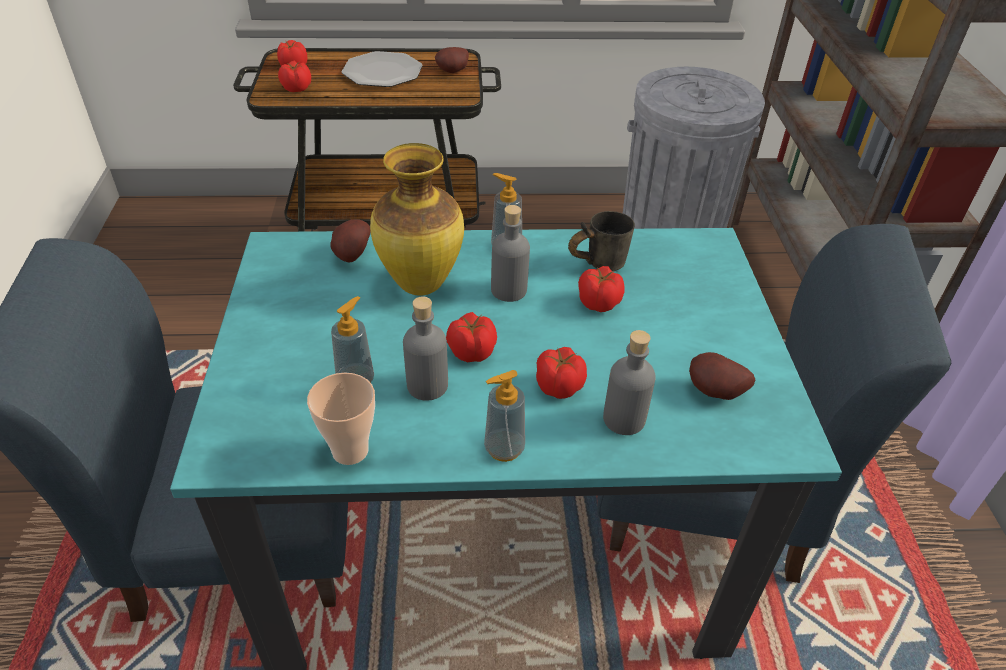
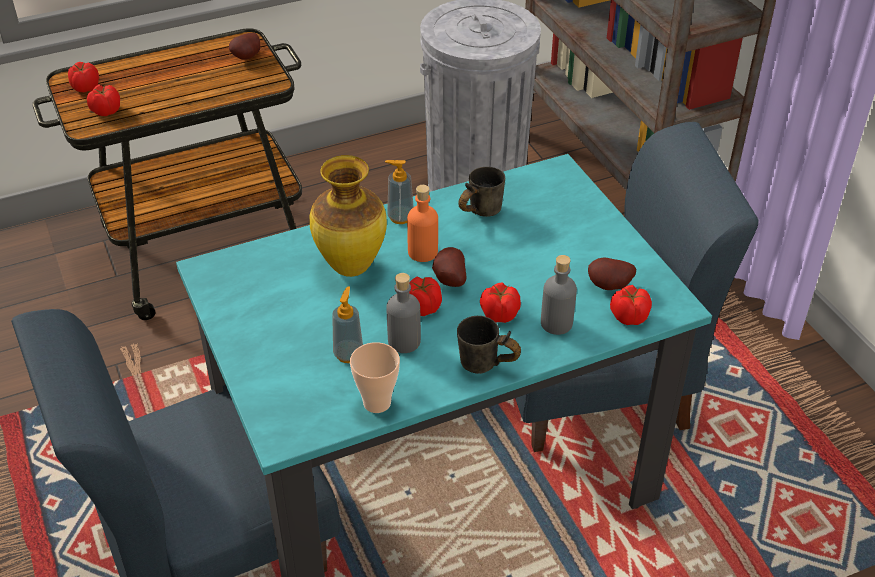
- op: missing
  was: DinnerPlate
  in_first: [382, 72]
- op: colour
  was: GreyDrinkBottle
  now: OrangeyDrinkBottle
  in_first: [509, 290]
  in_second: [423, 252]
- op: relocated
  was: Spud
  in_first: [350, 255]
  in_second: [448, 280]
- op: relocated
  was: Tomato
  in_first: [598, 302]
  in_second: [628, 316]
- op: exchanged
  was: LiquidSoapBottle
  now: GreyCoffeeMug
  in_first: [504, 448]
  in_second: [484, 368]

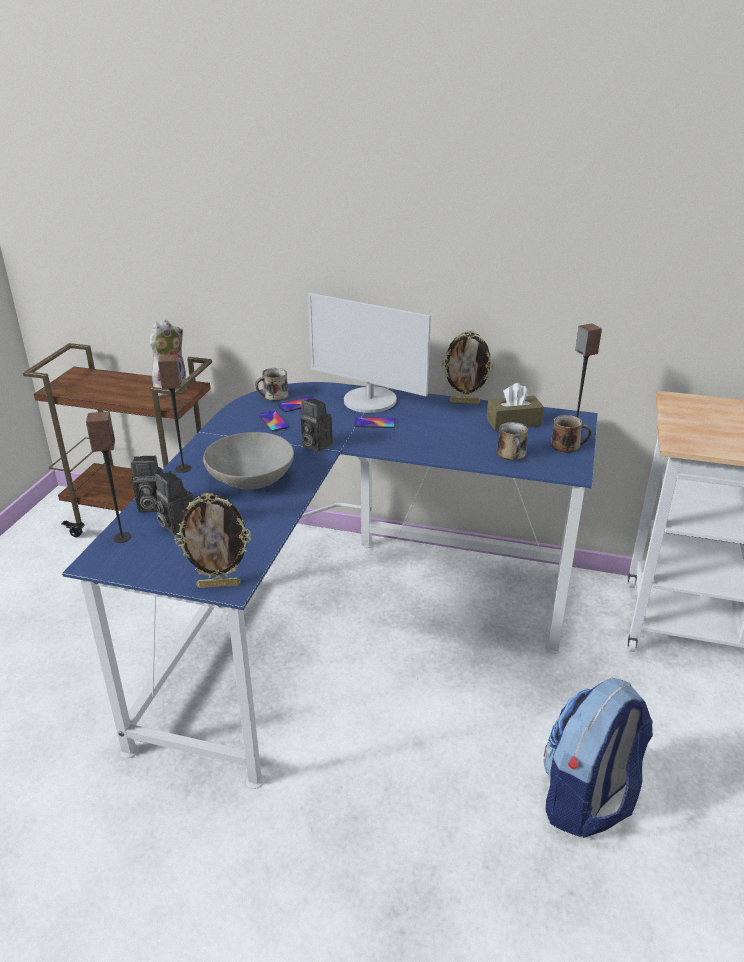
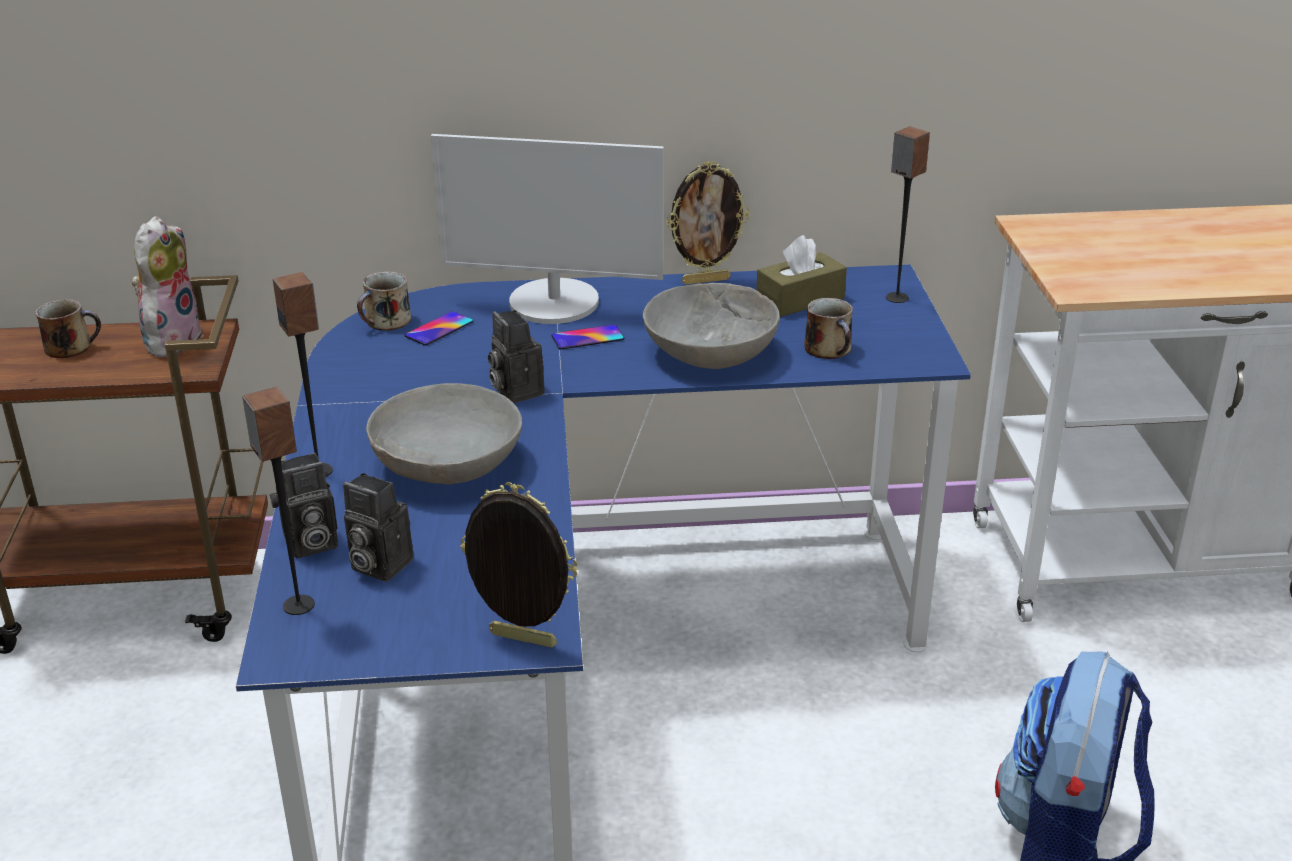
- op: spun
  was: PhotoCamera
  in_first: [314, 445]
  in_second: [515, 390]
  clockwise: 45
- op: missing
  was: Handset
  in_first: [273, 421]
- op: relocated
  was: CoffeeMug
  in_first: [567, 445]
  in_second: [71, 347]
- op: spun
  was: PhotoFrame
  in_first: [219, 585]
  in_second: [521, 641]
  clockwise: -135
- op: appeared
  now: GreyBowl
  in_second: [709, 352]

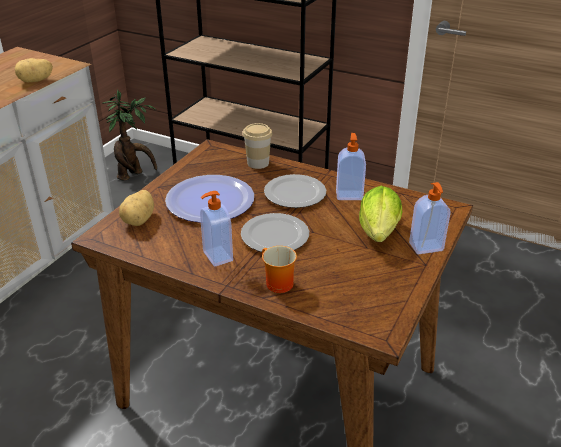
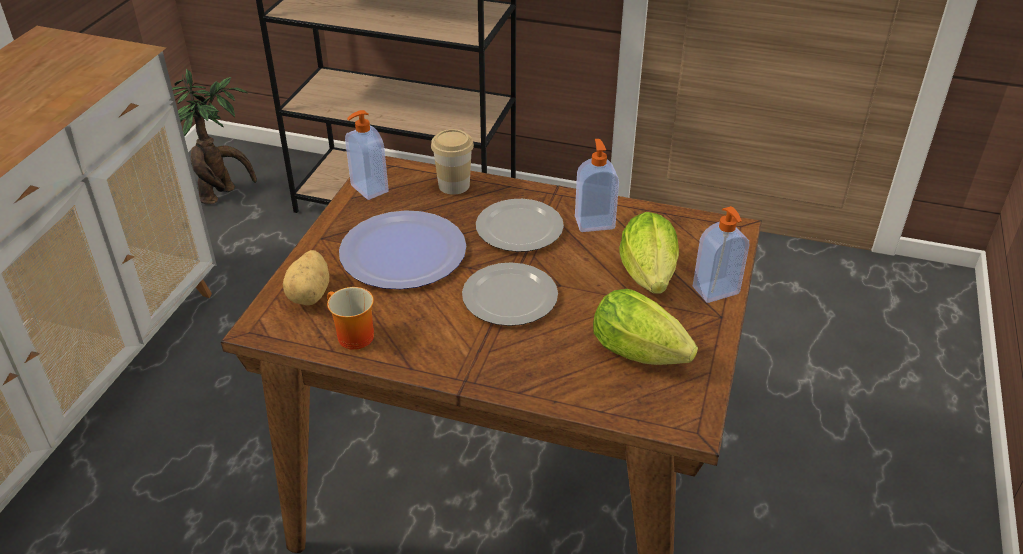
- op: missing
  was: Spud
  in_first: [36, 81]
- op: relocated
  was: LiquidSoapBottle
  in_first: [216, 256]
  in_second: [368, 189]
- op: relocated
  was: CoffeeMug
  in_first: [275, 283]
  in_second: [350, 336]
- op: appeared
  now: Lettuce
  in_second: [644, 355]

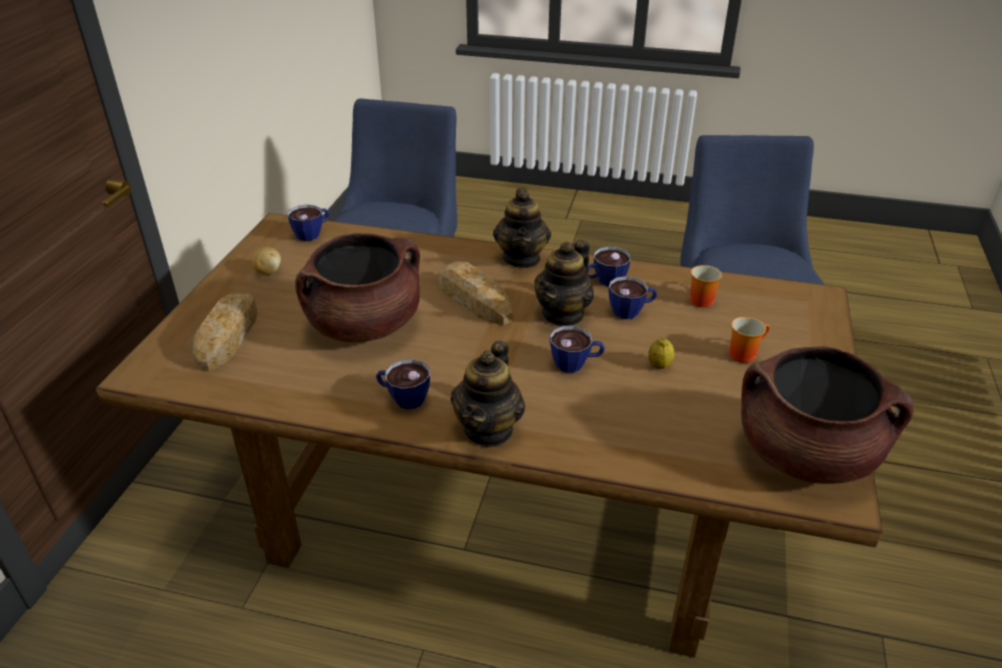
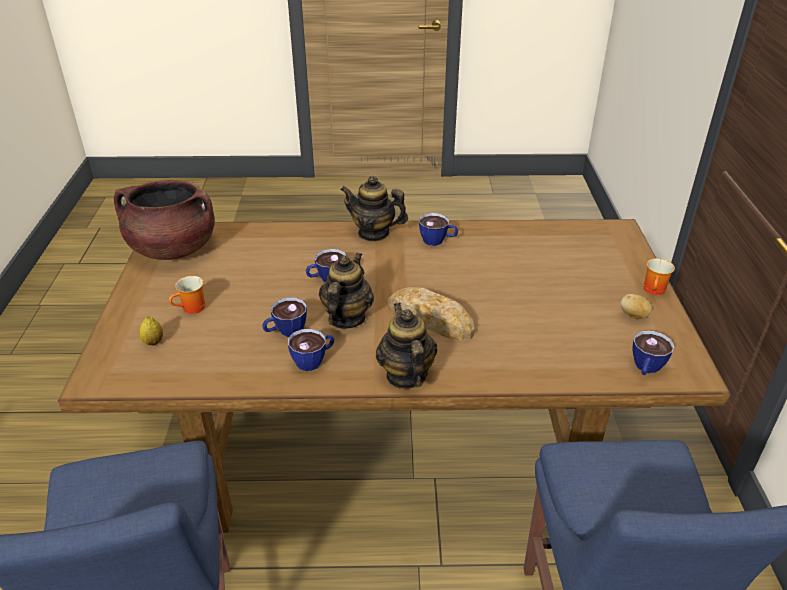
- op: missing
  was: BrownishStockpot
  in_first: [365, 325]
- op: relocated
  was: CoffeeMug
  in_first: [701, 298]
  in_second: [655, 291]
- op: missing
  was: BakedBread
  in_first: [229, 335]
- op: relocated
  was: CitrusFruit
  in_first: [659, 365]
  in_second: [153, 342]
- op: spun
  was: TeaPot
  in_first: [489, 429]
  in_second: [374, 233]
  clockwise: -75

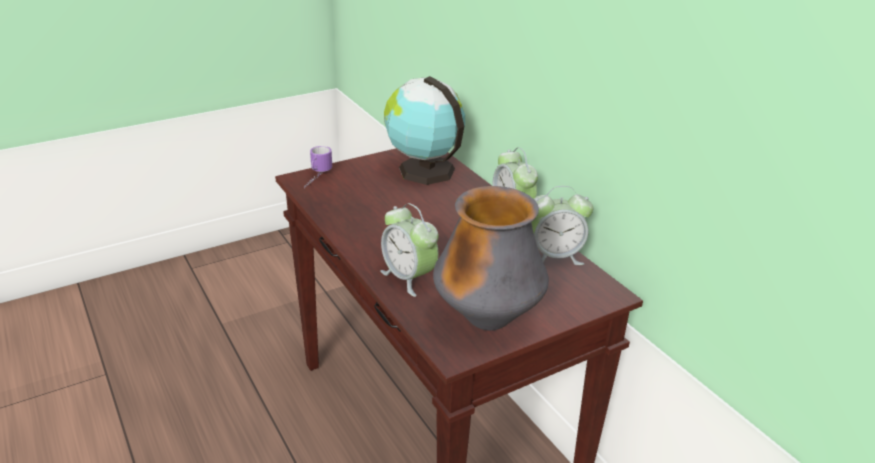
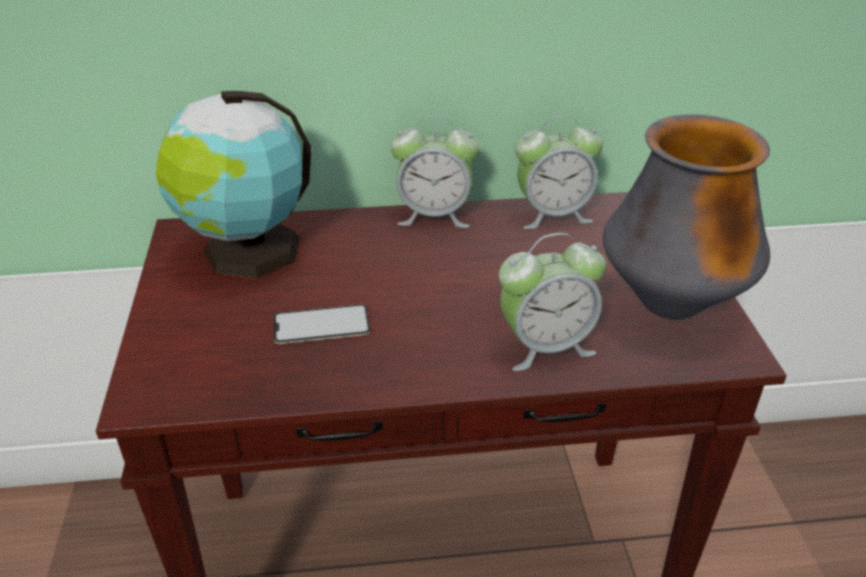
- op: missing
  was: CoffeeMug
  in_first: [315, 178]
- op: spun
  was: BedsideClock
  in_first: [555, 256]
  in_second: [553, 215]
  clockwise: 60
- op: appeared
  now: Handset
  in_second: [321, 325]

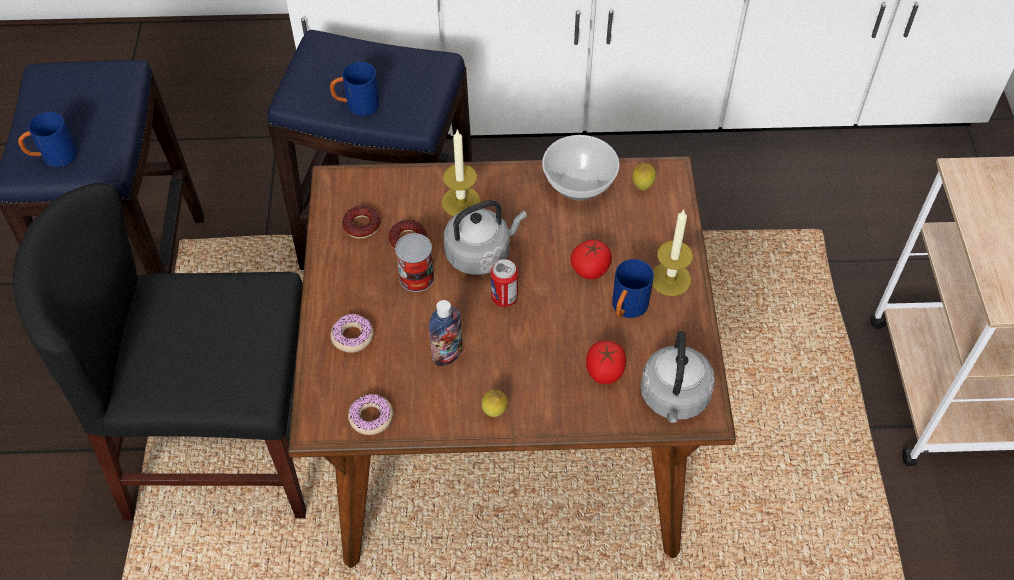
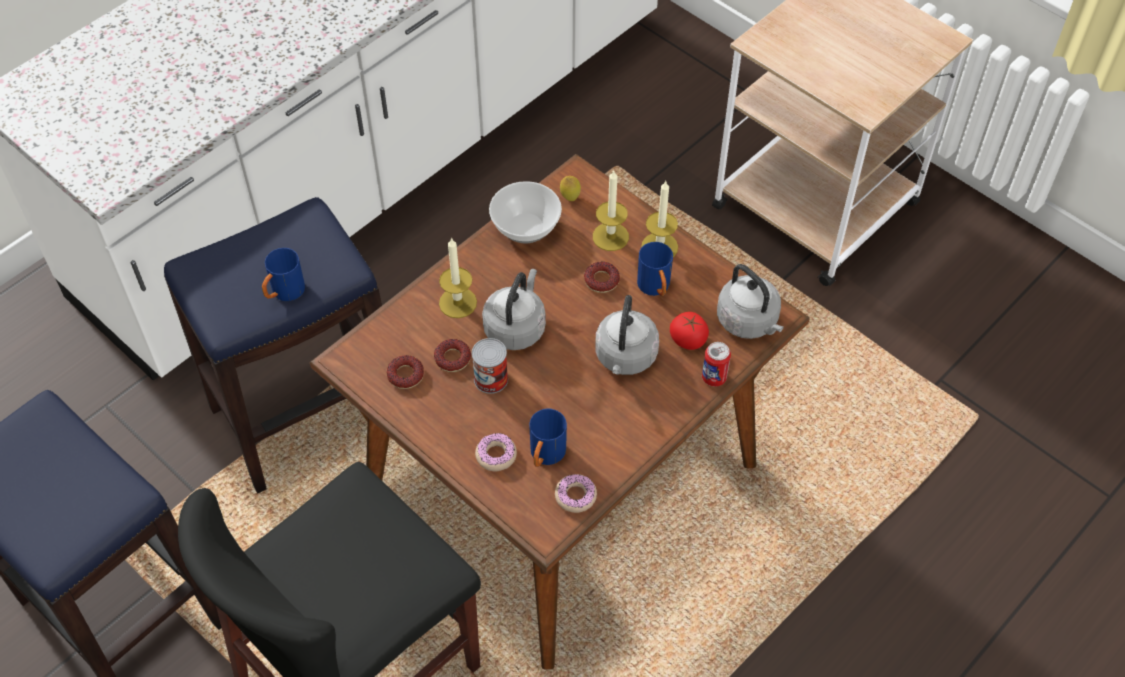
- op: relocated
  was: BlueCoffeeMug
  in_first: [53, 158]
  in_second: [545, 456]
- op: exchanged
  was: Tomato
  now: Doughnut
  in_first: [590, 269]
  in_second: [601, 280]
- op: relocated
  was: Can
  in_first: [504, 298]
  in_second: [714, 377]
- op: missing
  was: DrinkBottle
  in_first: [447, 355]
- op: missing
  was: CitrusFruit
  in_first: [494, 412]
- op: appeared
  now: WaxCandle
  in_second: [610, 236]
- op: appeared
  now: GreyWaterKettle
  in_second: [625, 358]

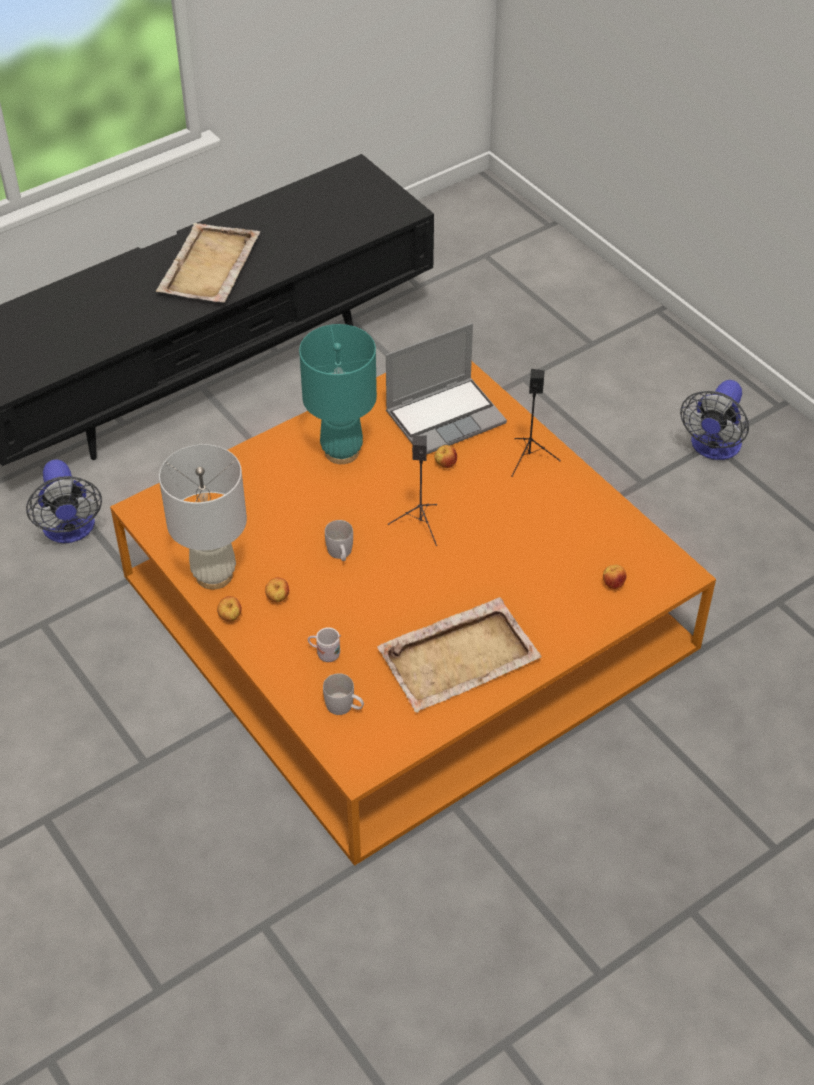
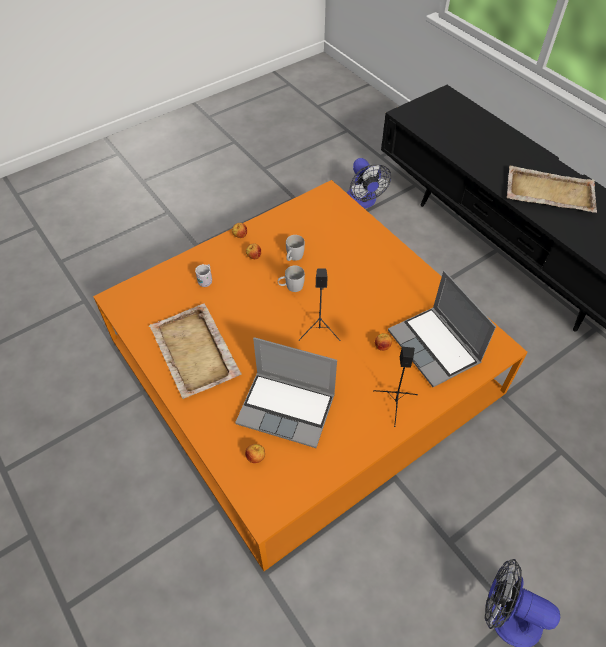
- op: missing
  was: BlueGreenTableLamp
  in_first: [342, 452]
- op: missing
  was: WhiteTableLamp
  in_first: [214, 575]
- op: spun
  was: CoolingFan
  in_first: [70, 530]
  in_second: [363, 202]
  clockwise: -90
- op: relocated
  was: WhiteCoffeeMug
  in_first: [344, 707]
  in_second: [293, 257]
- op: appeared
  now: PortableComputer
  in_second: [288, 409]

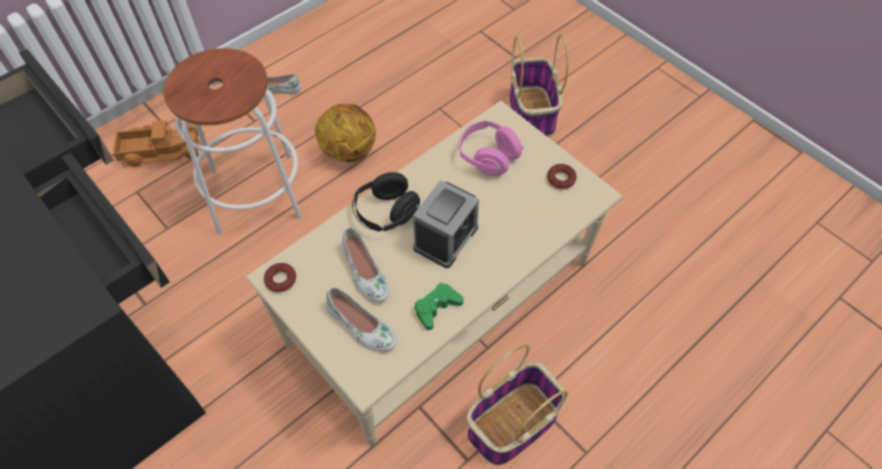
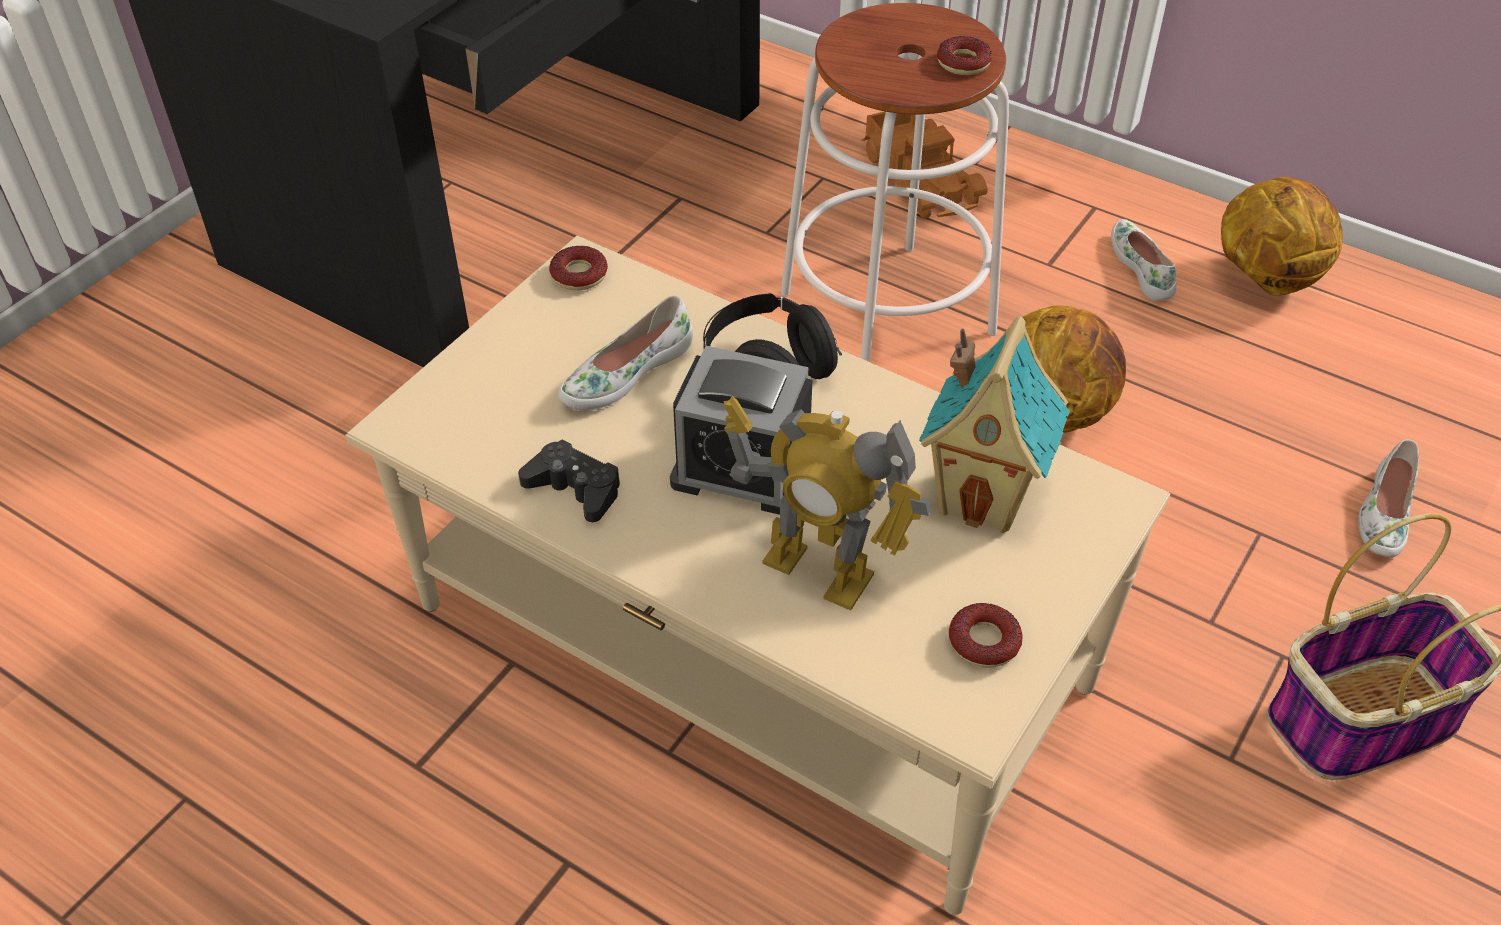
- op: exchanged
  was: PinkishPairOfHeadphones
  now: MiniatureHouse
  in_first: [487, 157]
  in_second: [984, 498]
- op: colour
  was: GreenColouredGameController
  now: BlackColouredGameController
  in_first: [437, 307]
  in_second: [575, 488]
- op: relocated
  was: WhiteLowShoe
  in_first: [360, 326]
  in_second: [1384, 513]
- op: missing
  was: StorageBasket
  in_first: [512, 425]
- op: appeared
  now: Doughnut
  in_second: [963, 63]
- op: appeared
  now: BallForBasketball
  in_second: [1265, 278]
- op: appeared
  now: ModelRobot
  in_second: [817, 570]

